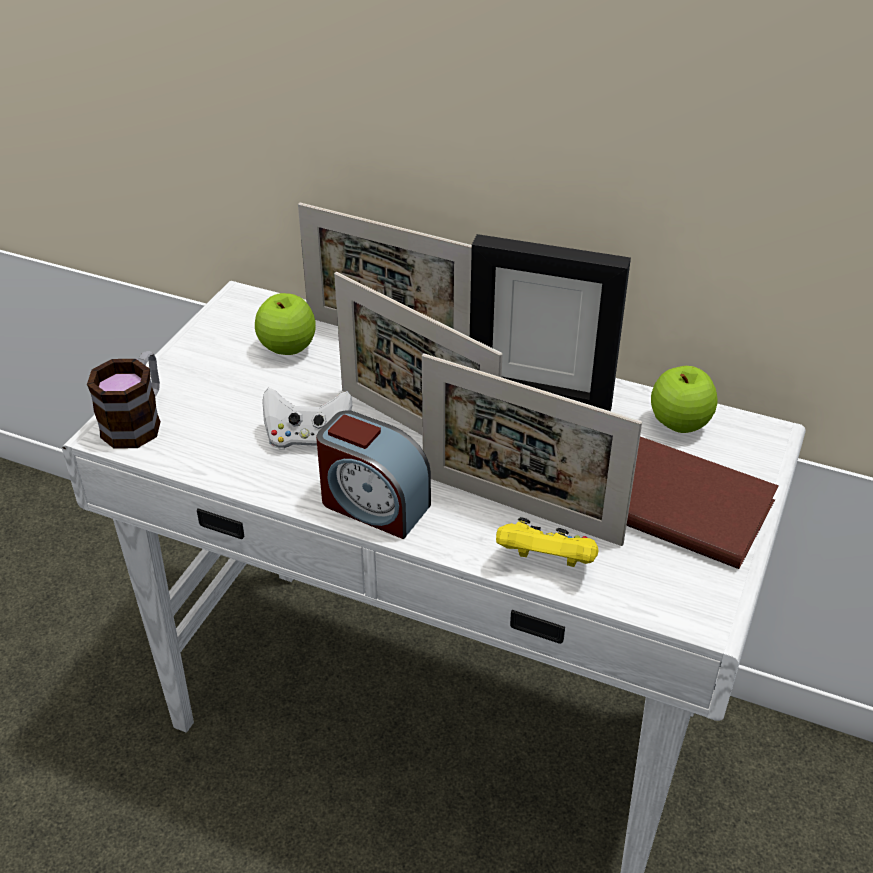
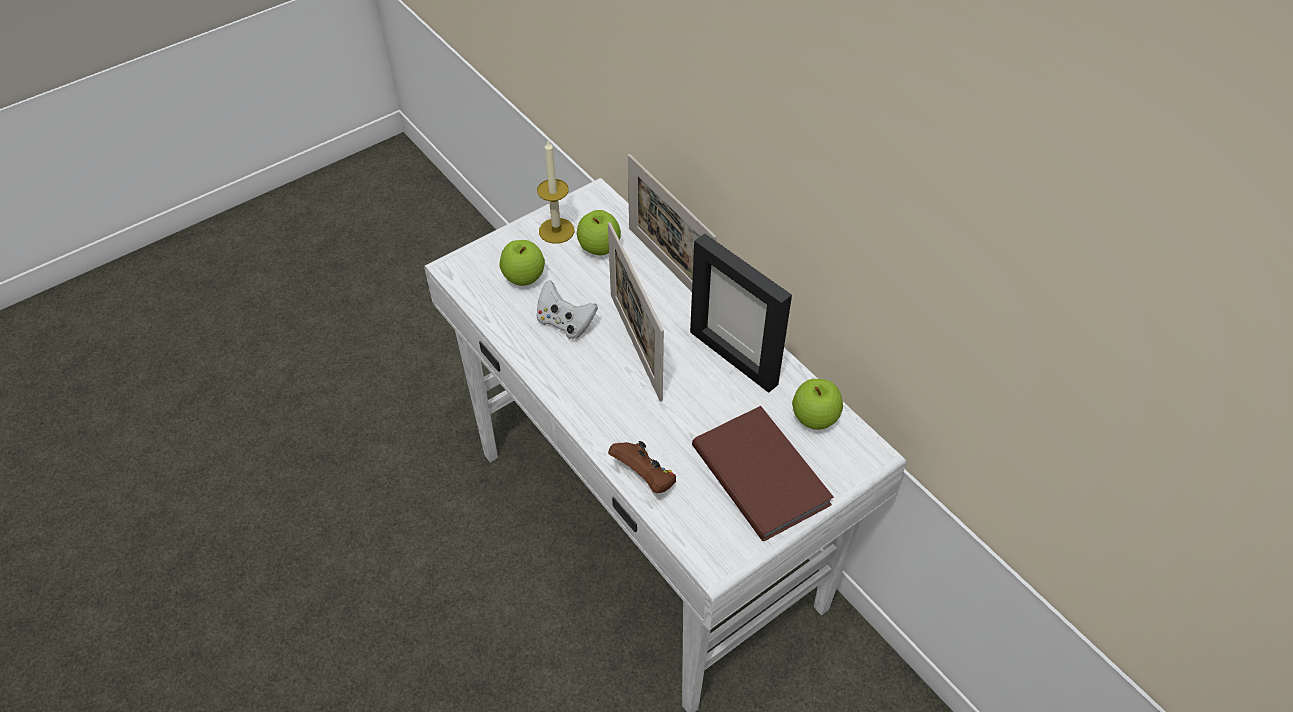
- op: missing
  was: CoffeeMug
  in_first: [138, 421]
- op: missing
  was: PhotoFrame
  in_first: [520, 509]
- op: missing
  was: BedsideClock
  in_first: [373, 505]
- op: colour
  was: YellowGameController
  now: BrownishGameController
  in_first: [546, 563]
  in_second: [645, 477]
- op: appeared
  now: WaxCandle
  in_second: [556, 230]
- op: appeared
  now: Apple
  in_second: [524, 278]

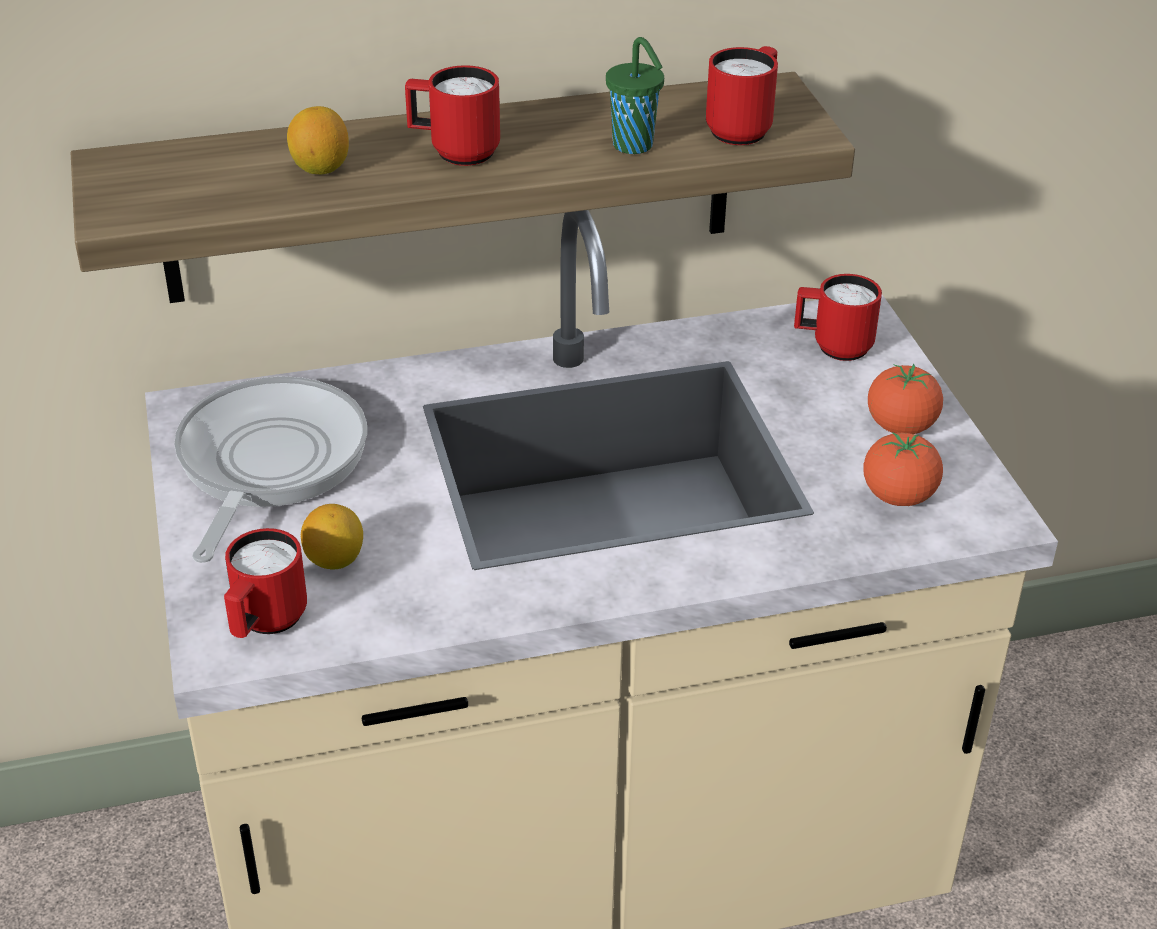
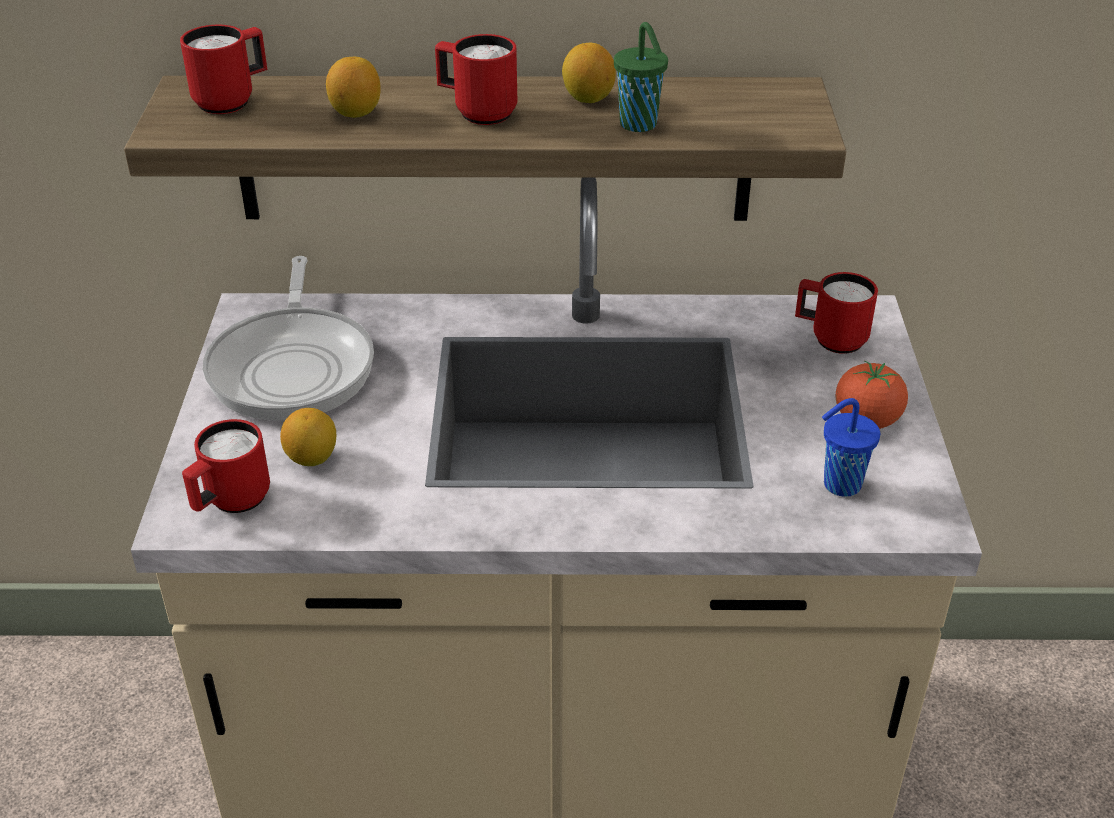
- op: relocated
  was: ReddishCoffeeMug
  in_first: [744, 129]
  in_second: [233, 100]
- op: spun
  was: Pan
  in_first: [268, 463]
  in_second: [293, 366]
  clockwise: 150
- op: exchanged
  was: Tomato
  now: BlueCup
  in_first: [898, 497]
  in_second: [839, 485]
- op: appeared
  now: CitrusFruit
  in_second: [588, 98]

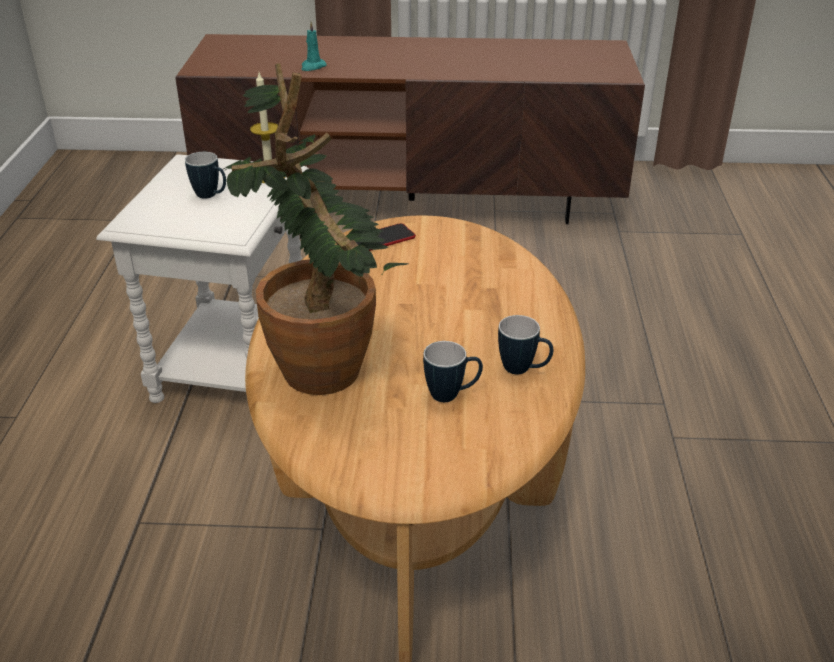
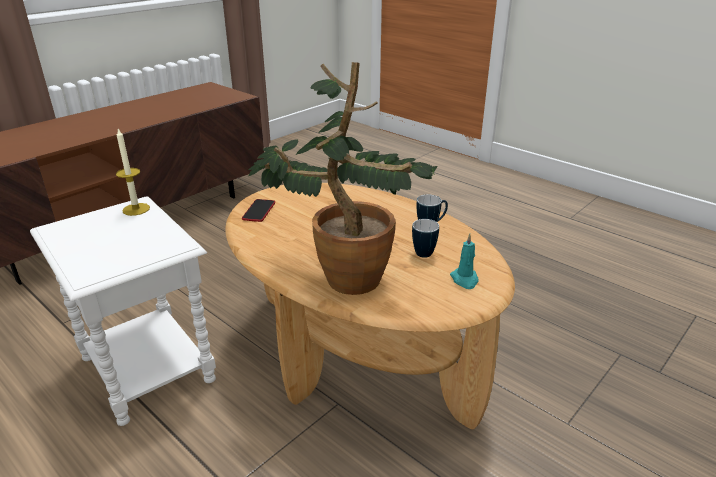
- op: relocated
  was: BlueGreenWaxCandle
  in_first: [313, 67]
  in_second: [465, 280]
- op: missing
  was: CoffeeMug
  in_first: [211, 196]

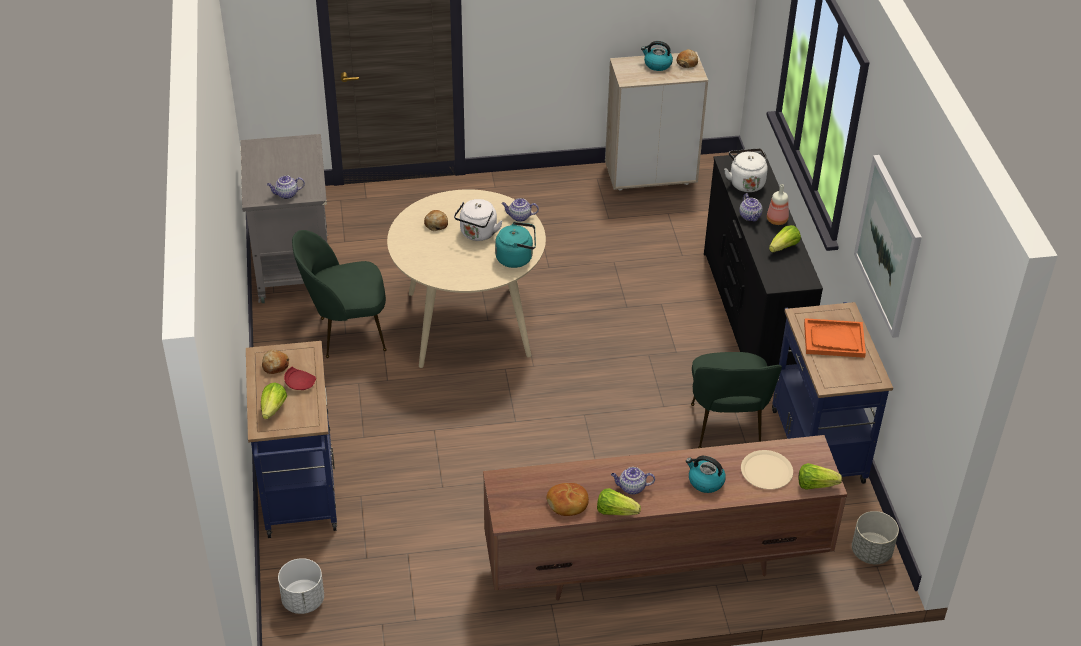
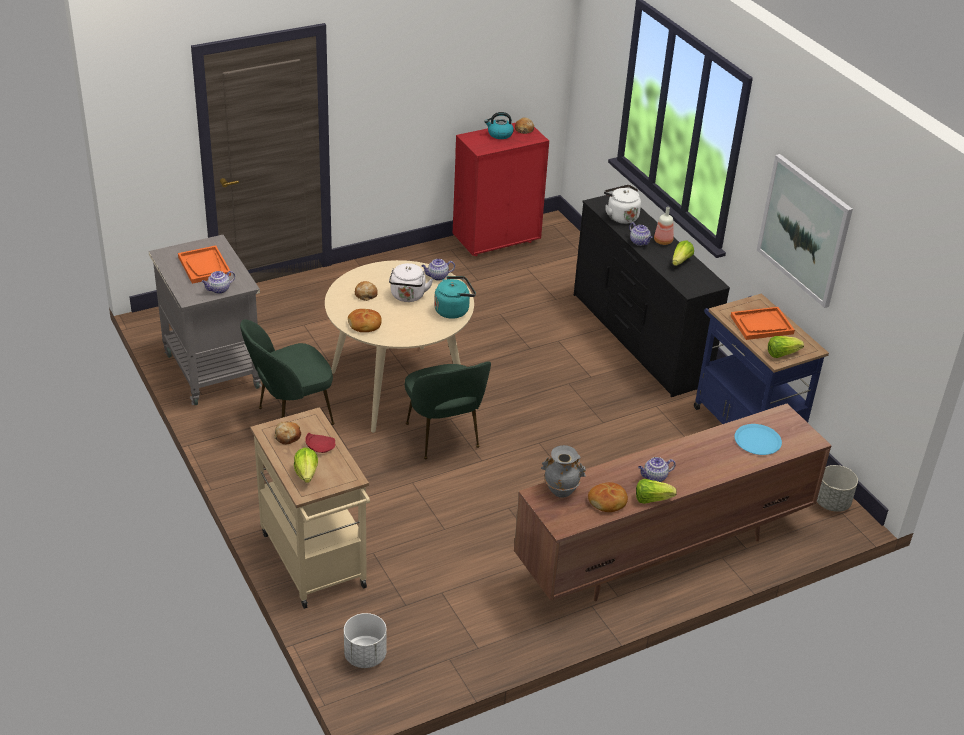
- op: colour
  was: SandColouredCupboard
  now: ReddishCupboard
  in_first: [651, 176]
  in_second: [497, 240]
- op: colour
  was: BlueTrolley
  now: SandColouredTrolley
  in_first: [300, 493]
  in_second: [315, 563]
- op: relocated
  was: GreenColouredPlainChair
  in_first: [726, 431]
  in_second: [444, 440]
- op: colour
  was: SandColouredDinnerPlate
  now: BlueDinnerPlate
  in_first: [766, 471]
  in_second: [757, 440]
- op: missing
  was: WaterKettle
  in_first: [705, 481]
- op: relocated
  was: Lettuce
  in_first: [815, 484]
  in_second: [782, 354]
- op: appeared
  now: OrangeyCarryingTray
  in_second: [204, 266]
- op: appeared
  now: BakedBread
  in_second: [364, 325]
- op: appeared
  now: GreyFlowerVase
  in_second: [561, 490]

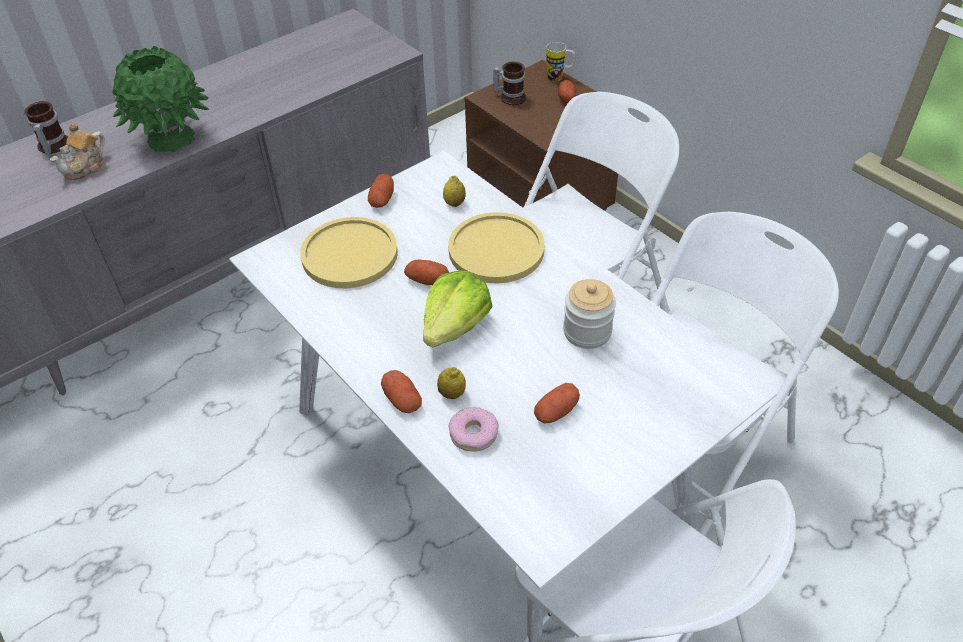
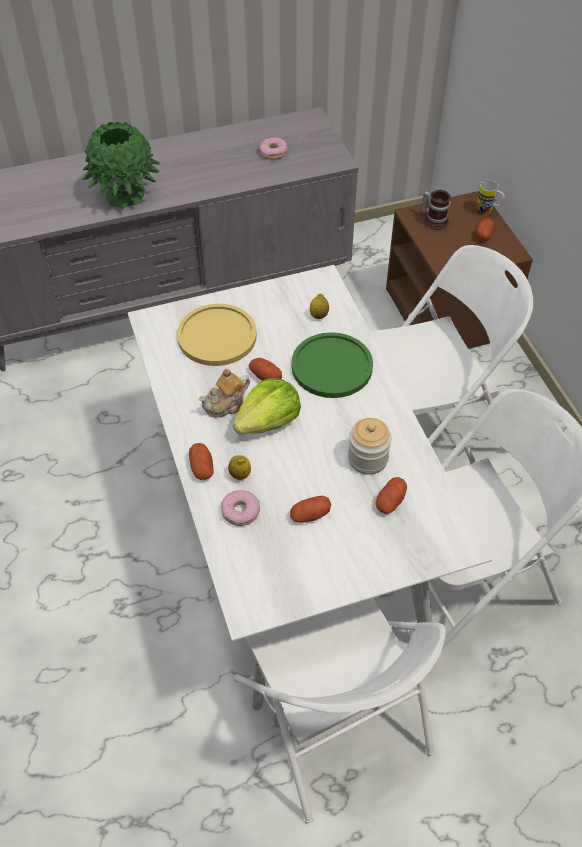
- op: missing
  was: CoffeeMug
  in_first: [52, 146]
- op: relocated
  was: TeaPot
  in_first: [86, 167]
  in_second: [226, 405]
- op: relocated
  was: Spud
  in_first: [382, 199]
  in_second: [390, 501]
- op: colour
  was: YellowDinnerPlate
  now: GreenColouredDinnerPlate
  in_first: [496, 249]
  in_second: [332, 366]
- op: appeared
  now: Doughnut
  in_second: [273, 152]

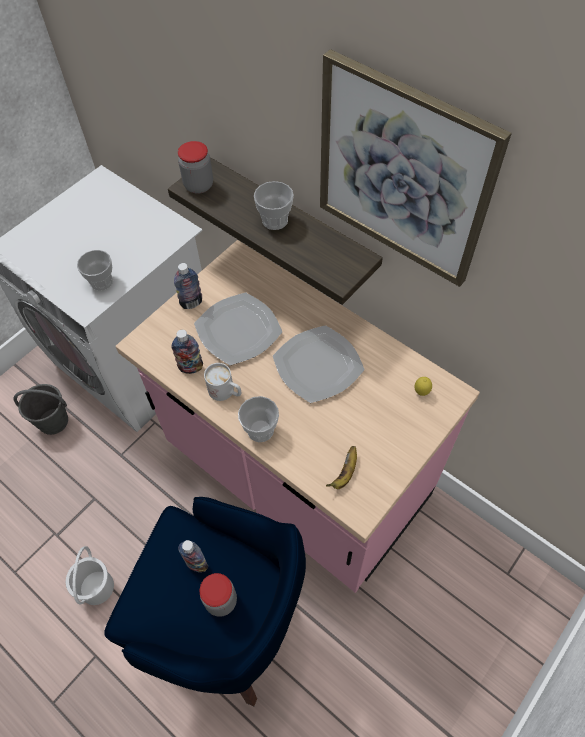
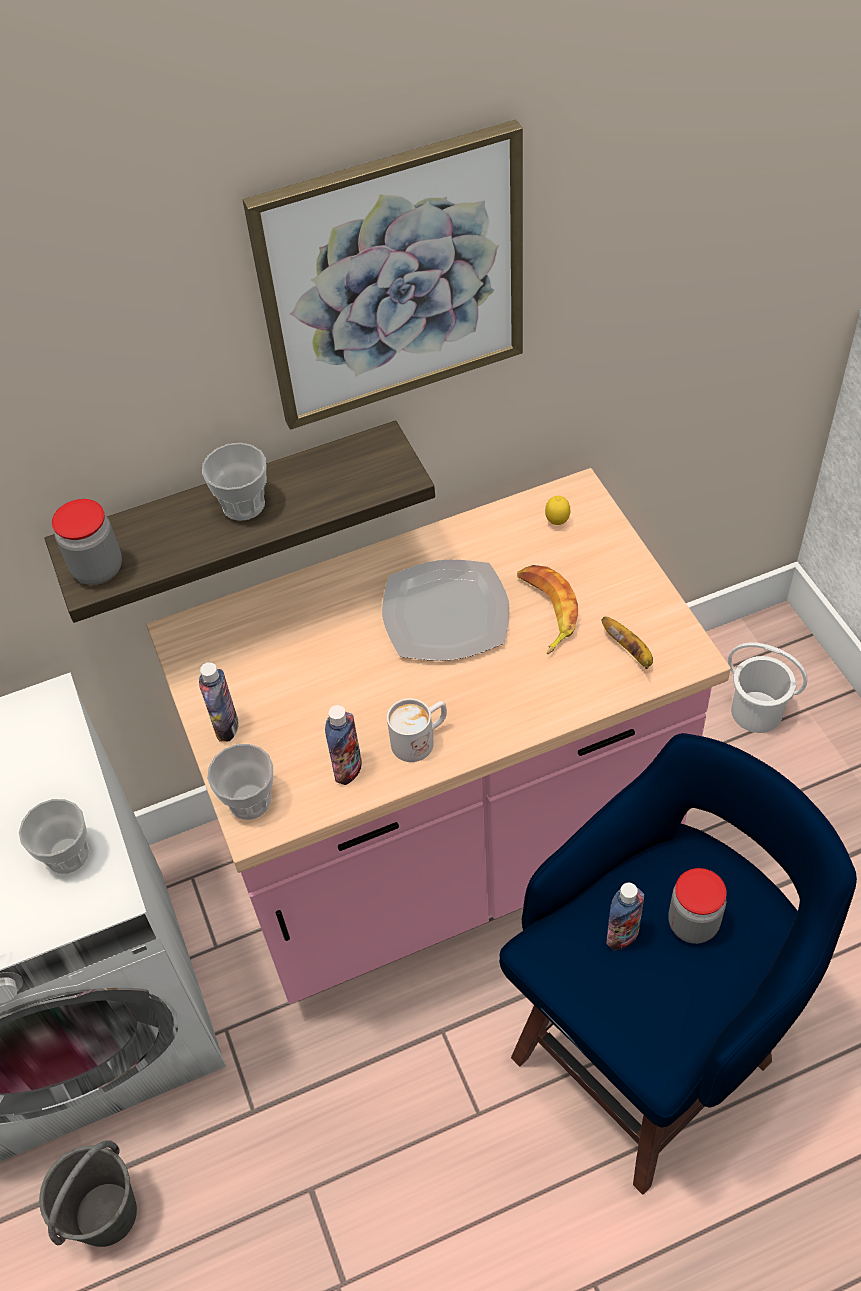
- op: missing
  was: DinnerPlate
  in_first: [238, 329]
- op: relocated
  was: Cup
  in_first: [260, 430]
  in_second: [249, 801]
- op: relocated
  was: WhiteWaterBucket
  in_first: [96, 587]
  in_second: [757, 712]
- op: appeared
  now: BananaFruit
  in_second: [545, 611]

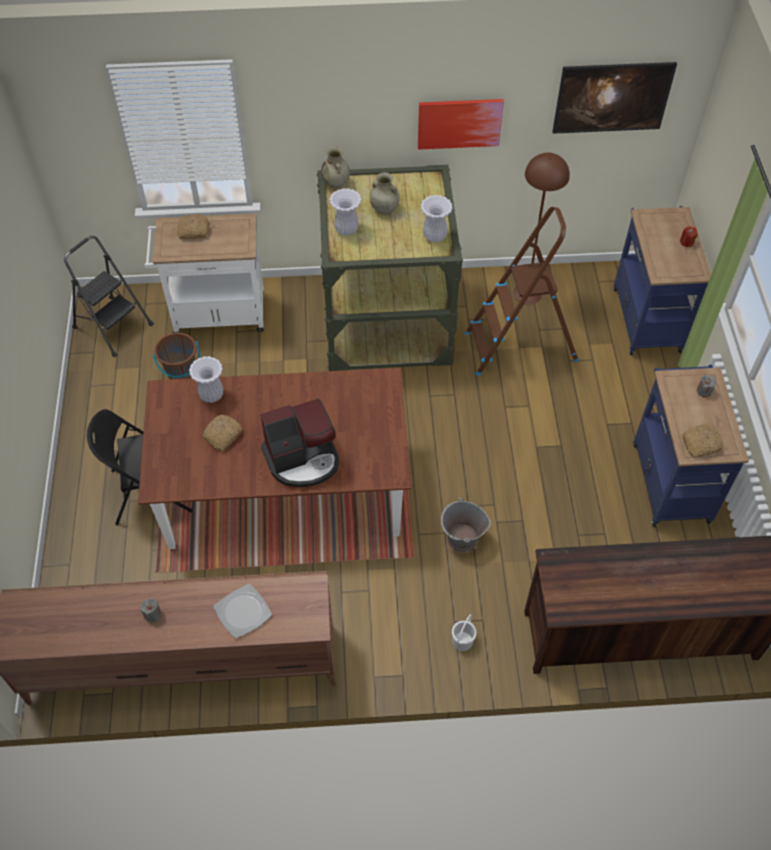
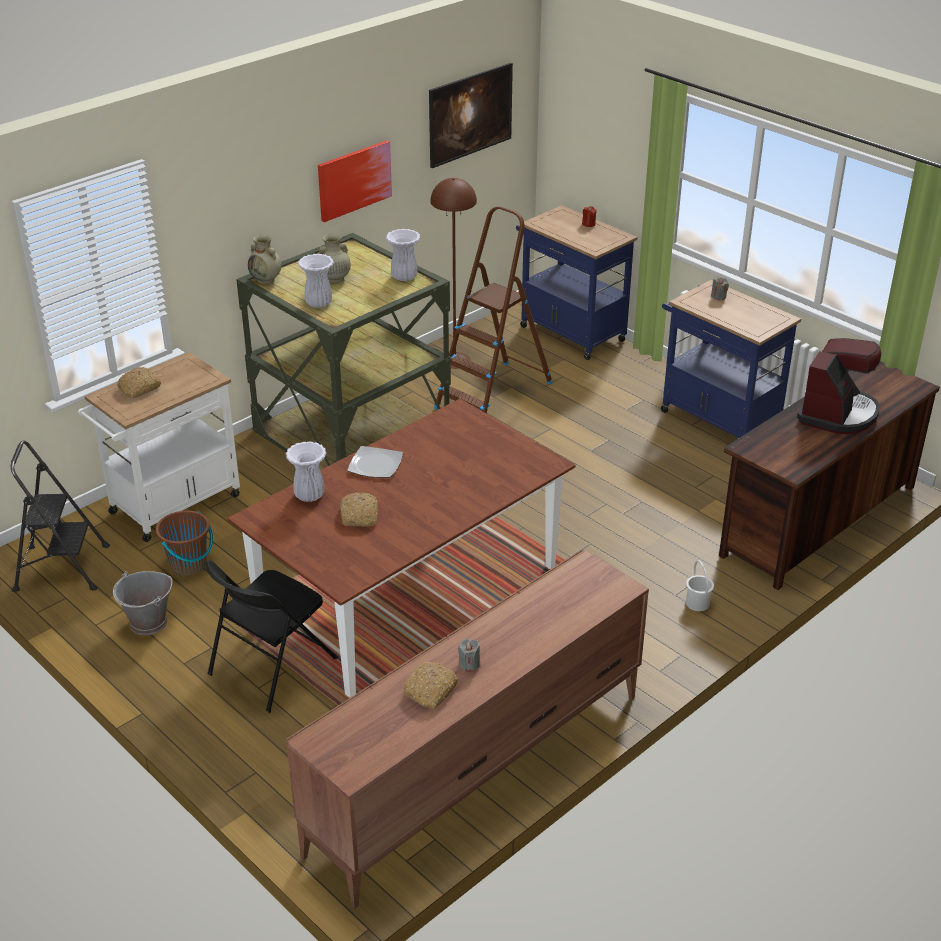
- op: relocated
  was: CoffeeBrewer
  in_first: [303, 459]
  in_second: [837, 413]
- op: relocated
  was: BakedBread
  in_first: [701, 444]
  in_second: [430, 691]
- op: relocated
  was: GreyWaterBucket
  in_first: [462, 539]
  in_second: [148, 623]
- op: relocated
  was: DinnerPlate
  in_first: [243, 612]
  in_second: [376, 464]

